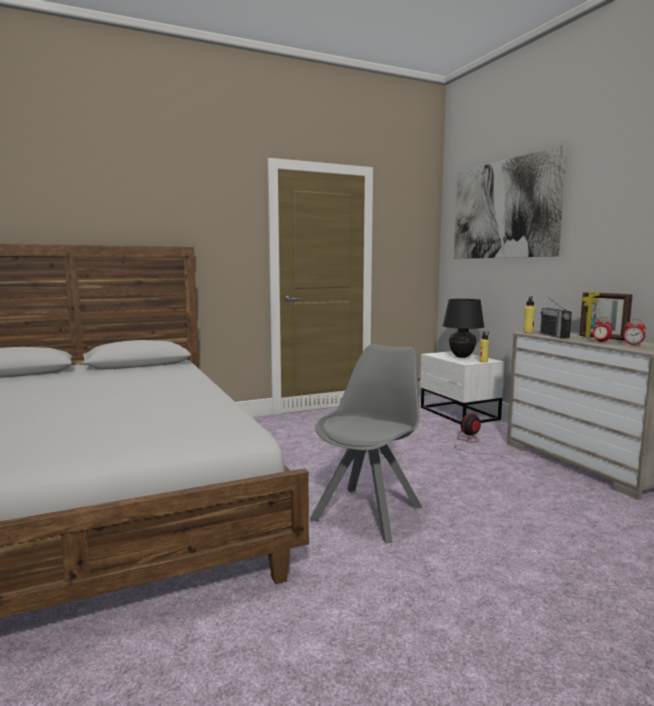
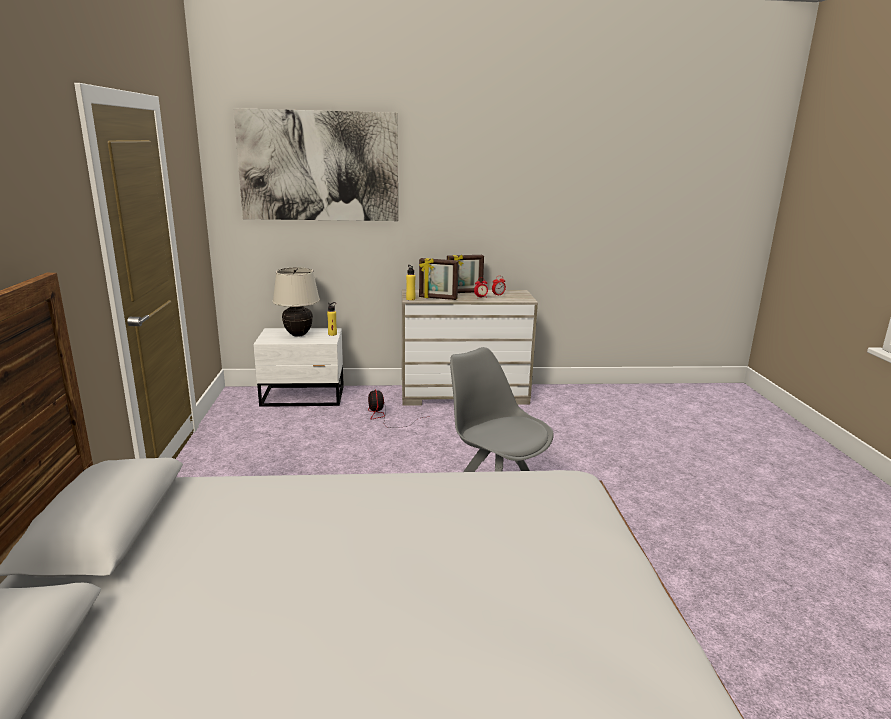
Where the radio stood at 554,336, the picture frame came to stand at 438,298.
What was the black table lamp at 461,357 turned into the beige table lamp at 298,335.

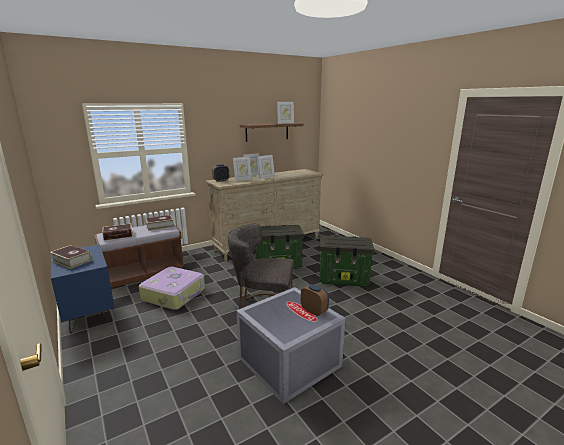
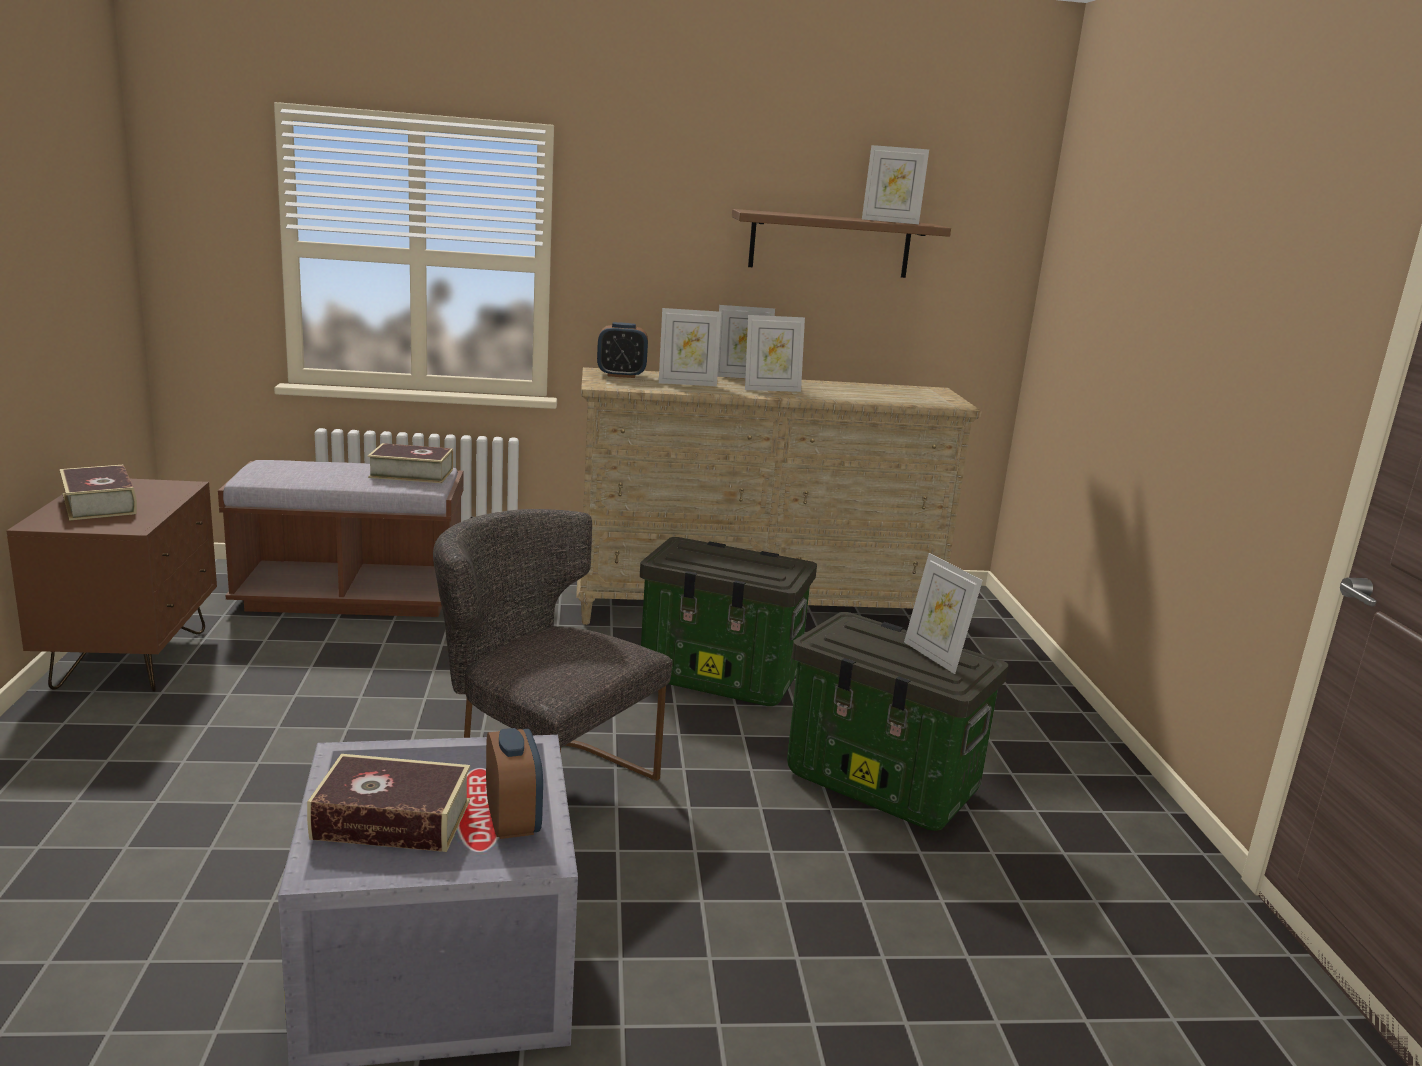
The book ended up elsewhere, having gone from 118,235 to 392,820.
What was the blue nightstand at 89,314 turned into the brown nightstand at 132,659.
The second view lost the suitcase at 174,294.
The second view gained the picture frame at 934,656.

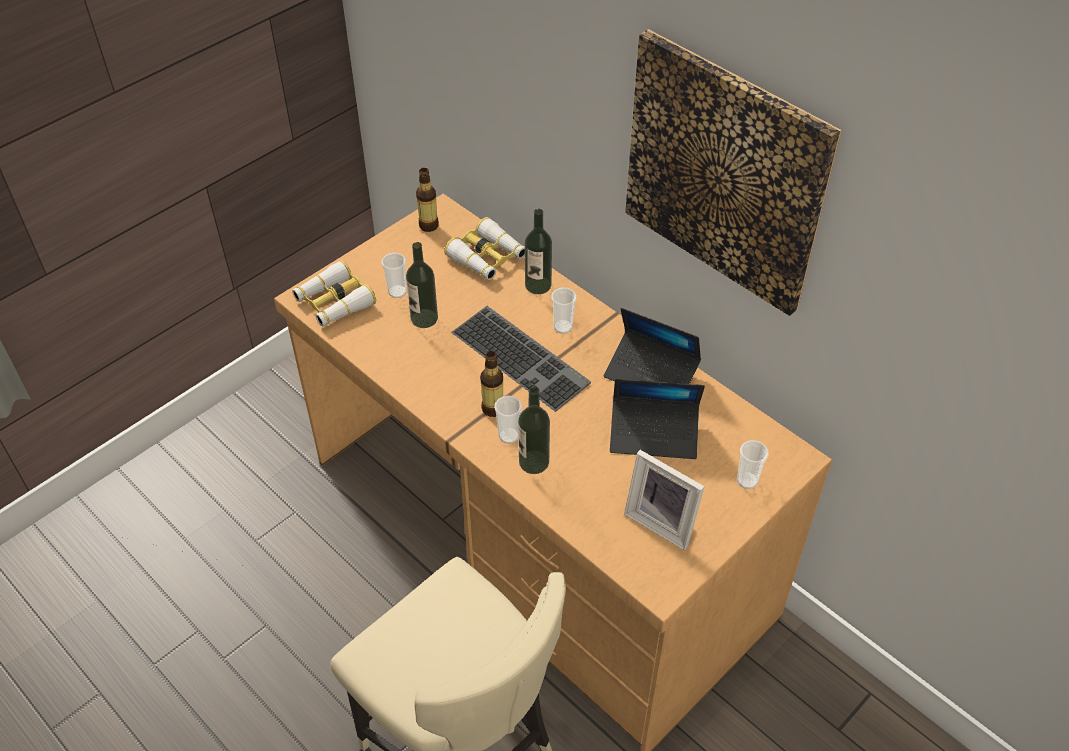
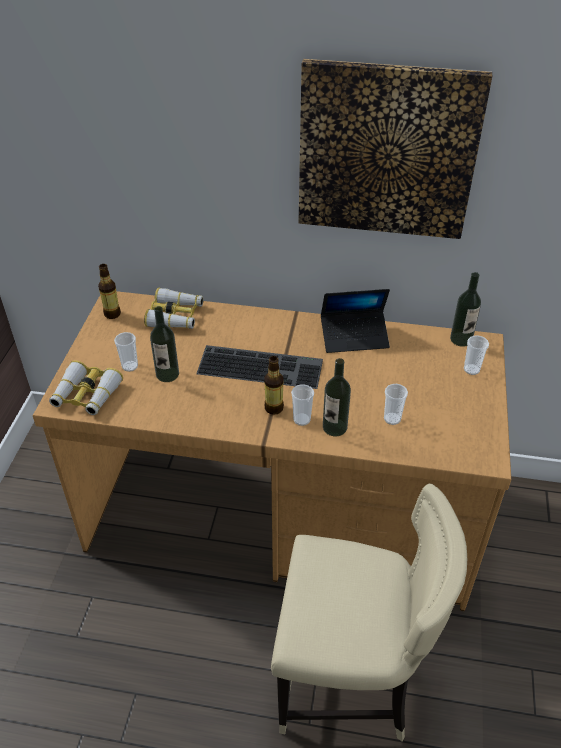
The bottle ended up elsewhere, having gone from 538,285 to 461,339.
The cup ended up elsewhere, having gone from 563,327 to 392,419.
The second view lost the laptop at 654,434.
The second view lost the picture frame at 662,521.

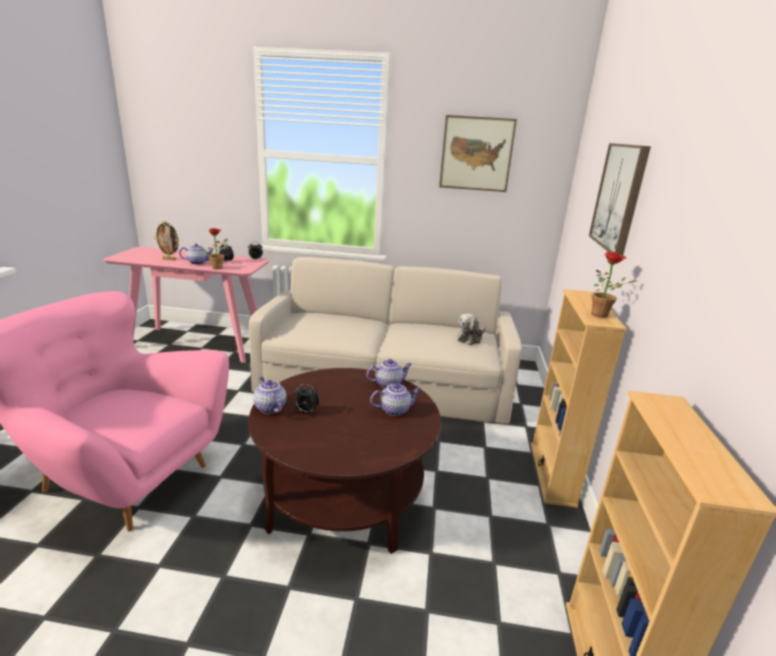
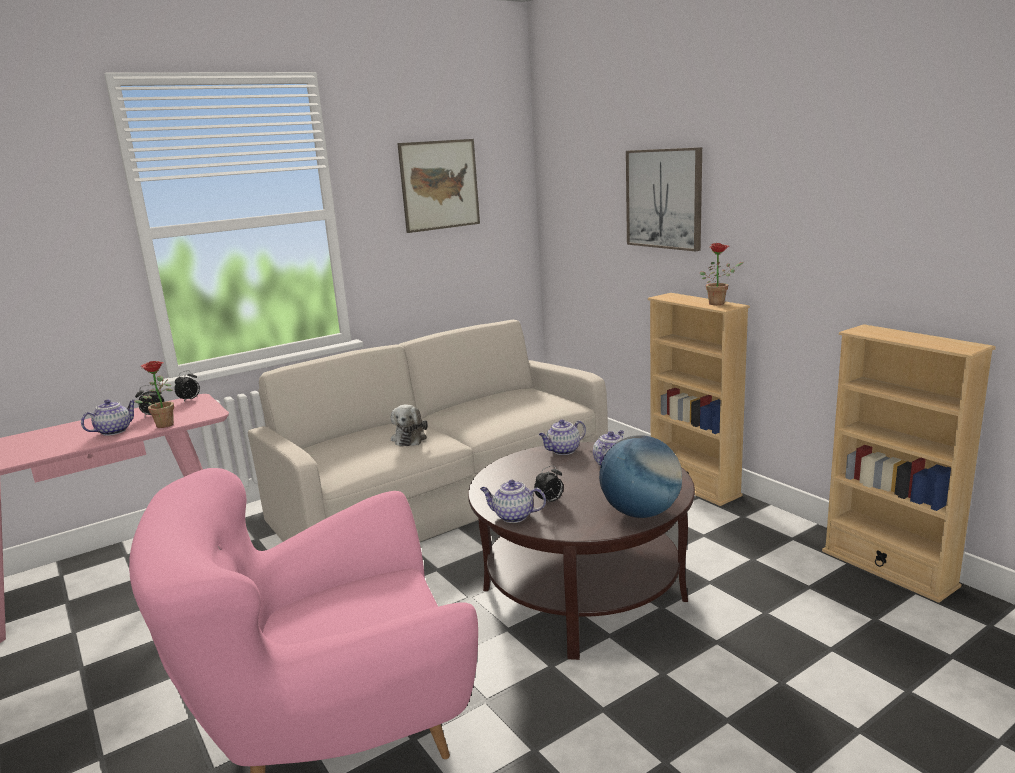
The second view lost the picture frame at 170,259.
The plush toy ended up elsewhere, having gone from 470,338 to 409,438.
The teapot at 389,384 ended up facing another way, 150 degrees counterclockwise from before.
The second view gained the globe at 640,513.

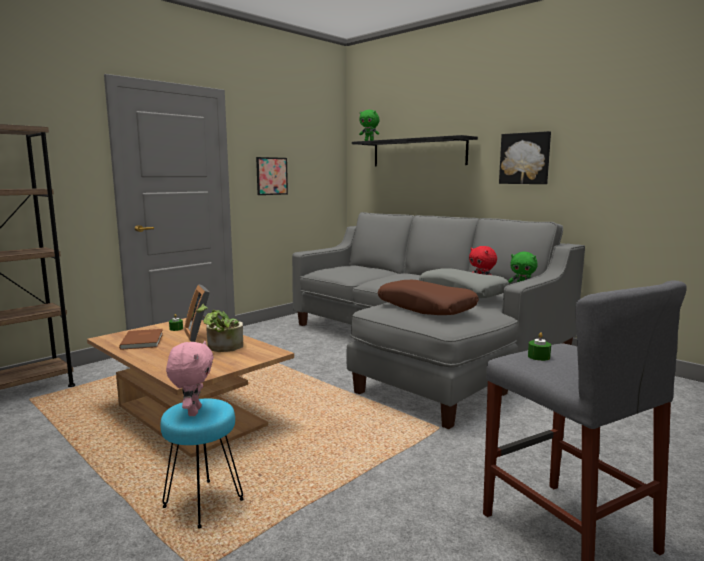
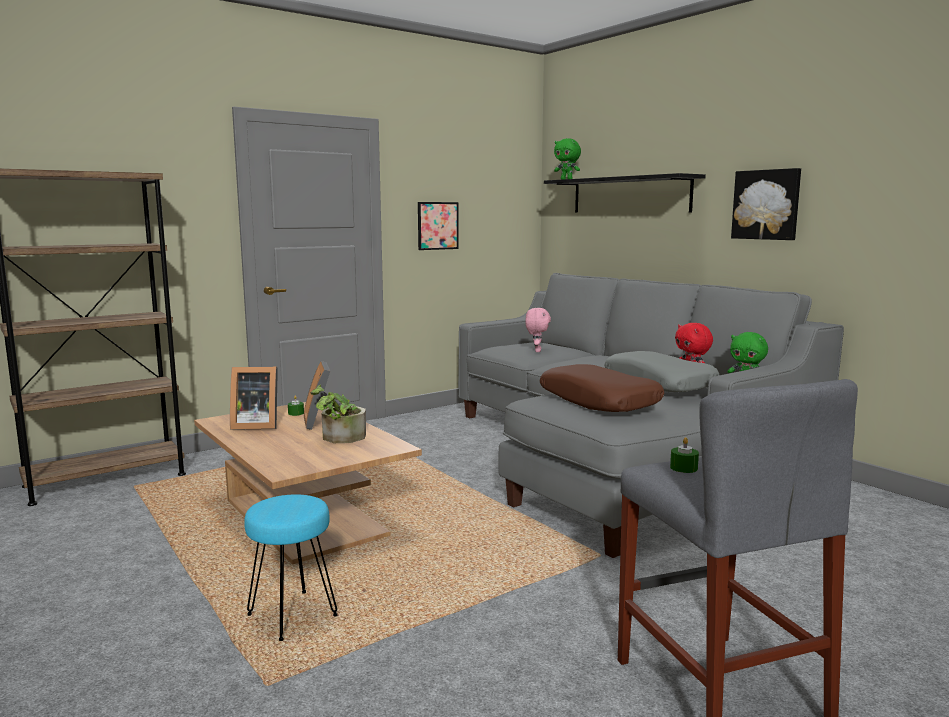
Where the brown book stood at 144,340, the picture frame came to stand at 255,425.
The pink plush toy ended up elsewhere, having gone from 193,411 to 537,351.

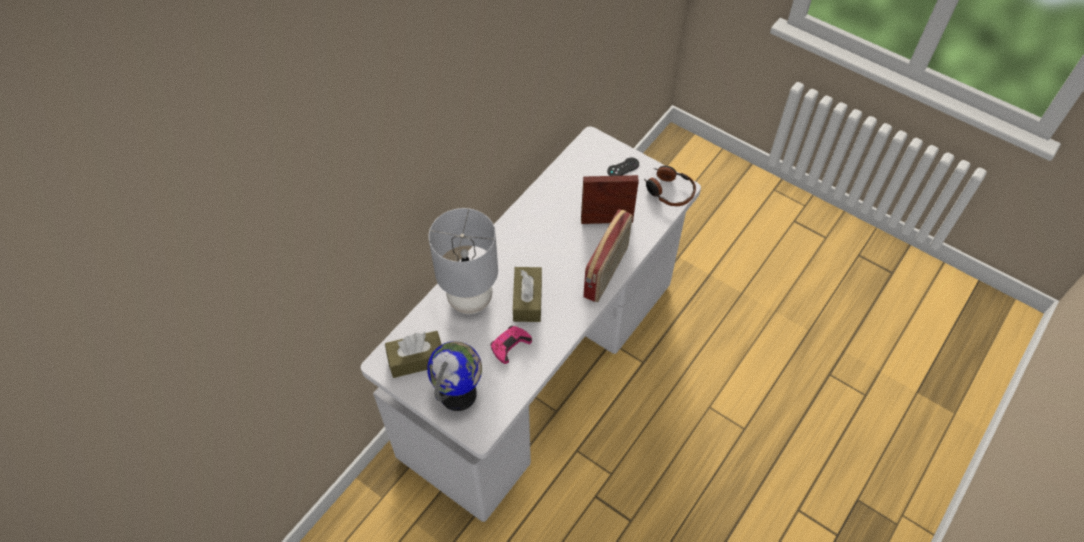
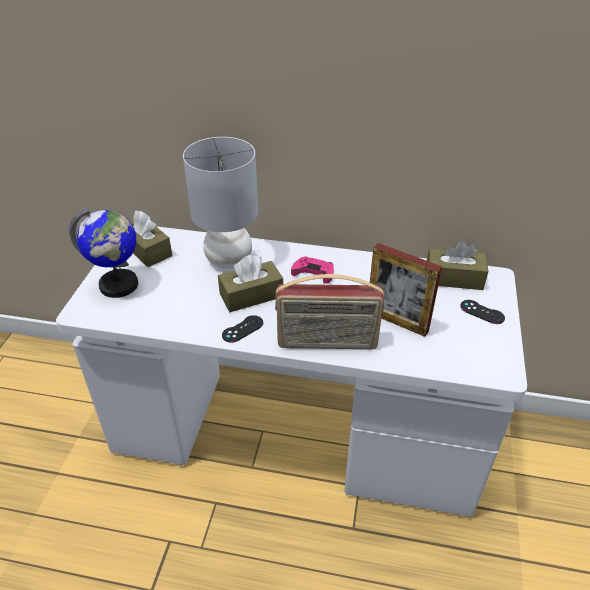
The second view lost the headphones at 669,191.
The picture frame at 606,220 ended up facing another way, 150 degrees clockwise from before.
The pink game controller ended up elsewhere, having gone from 510,345 to 313,272.
The second view gained the brown tissue box at 453,278.
The second view gained the black game controller at 242,329.

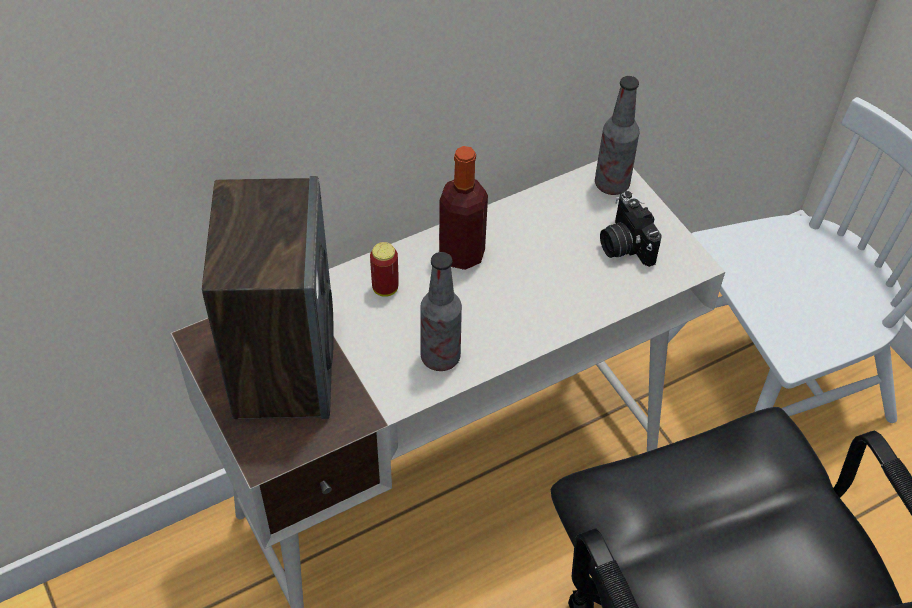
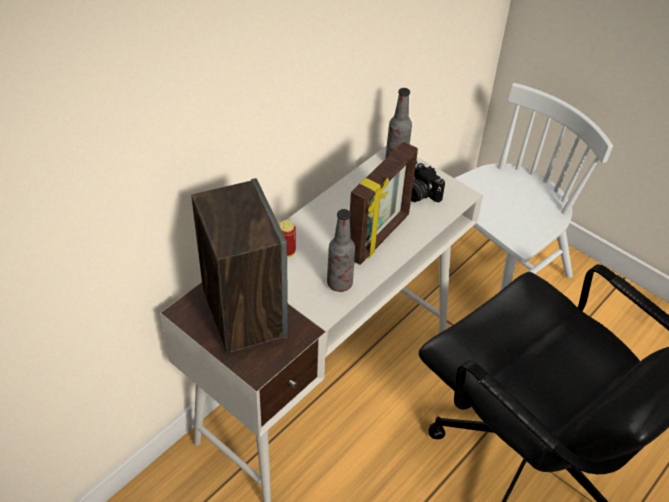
The second view lost the bottle at 462,254.
The second view gained the picture frame at 379,237.

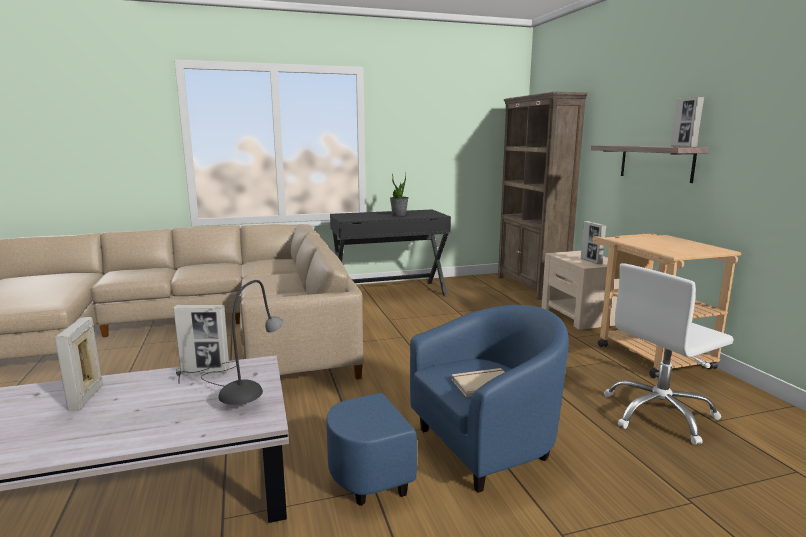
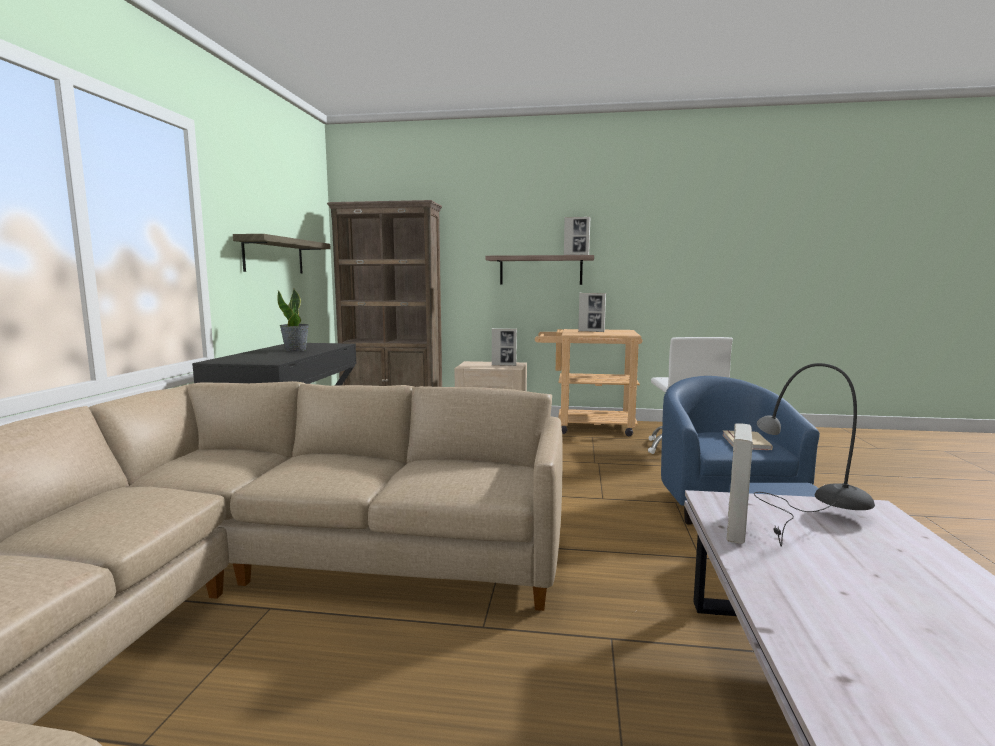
The picture frame ended up elsewhere, having gone from 86,398 to 591,331.
The second view gained the shelf at 274,256.

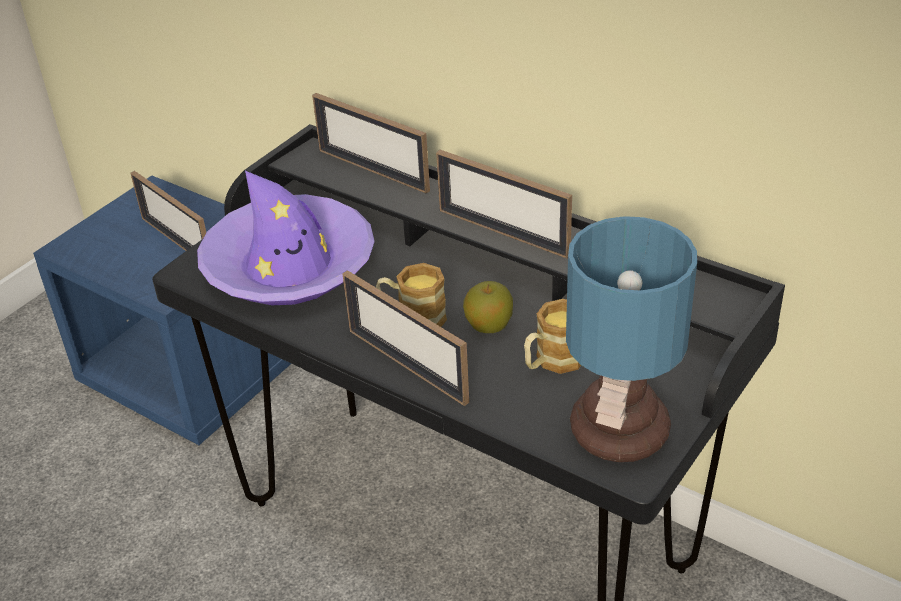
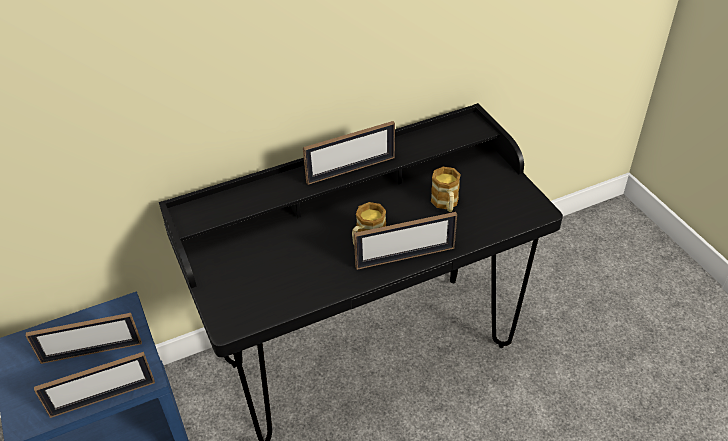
The picture frame ended up elsewhere, having gone from 373,170 to 103,398.
The second view lost the purple hat at 289,265.
The second view lost the table lamp at 618,428.
The second view lost the apple at 489,326.

